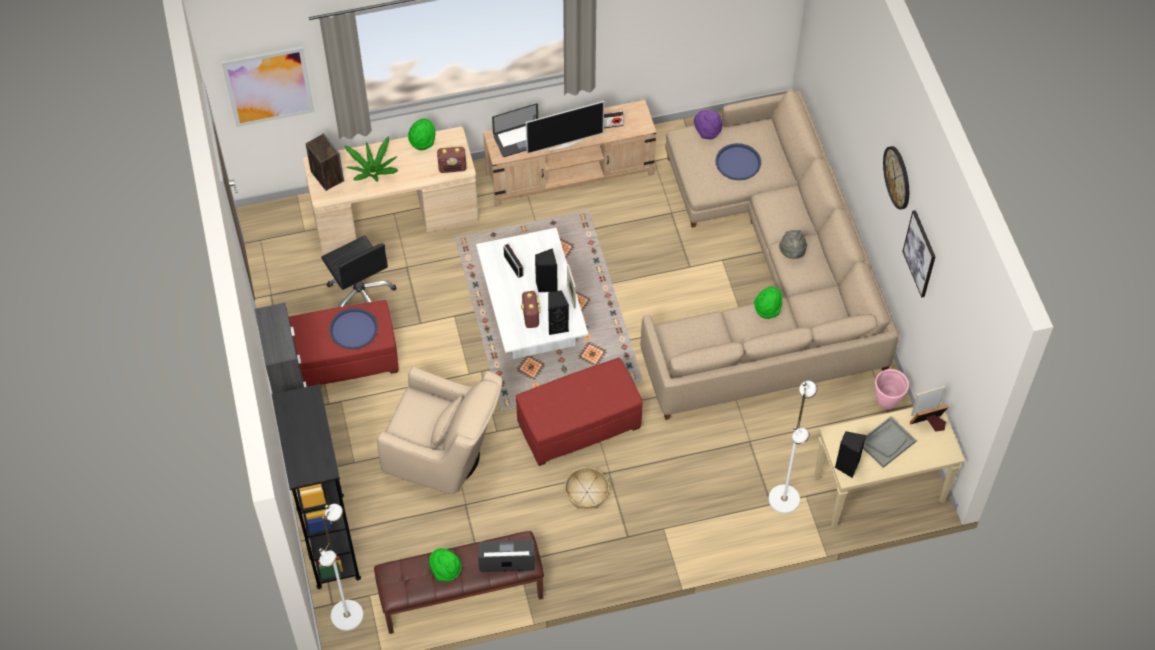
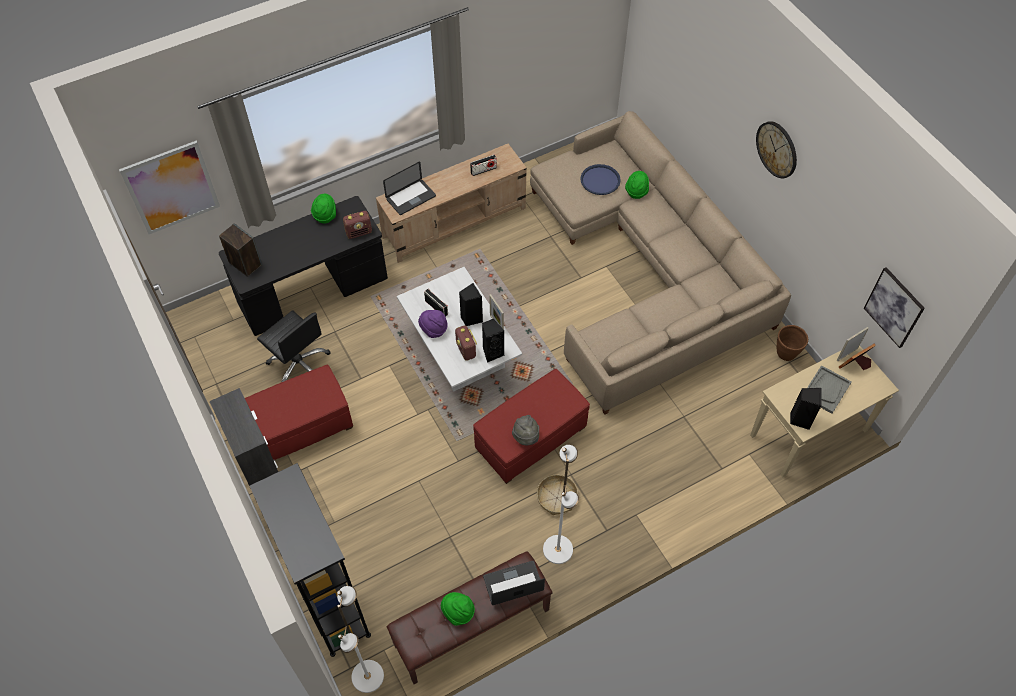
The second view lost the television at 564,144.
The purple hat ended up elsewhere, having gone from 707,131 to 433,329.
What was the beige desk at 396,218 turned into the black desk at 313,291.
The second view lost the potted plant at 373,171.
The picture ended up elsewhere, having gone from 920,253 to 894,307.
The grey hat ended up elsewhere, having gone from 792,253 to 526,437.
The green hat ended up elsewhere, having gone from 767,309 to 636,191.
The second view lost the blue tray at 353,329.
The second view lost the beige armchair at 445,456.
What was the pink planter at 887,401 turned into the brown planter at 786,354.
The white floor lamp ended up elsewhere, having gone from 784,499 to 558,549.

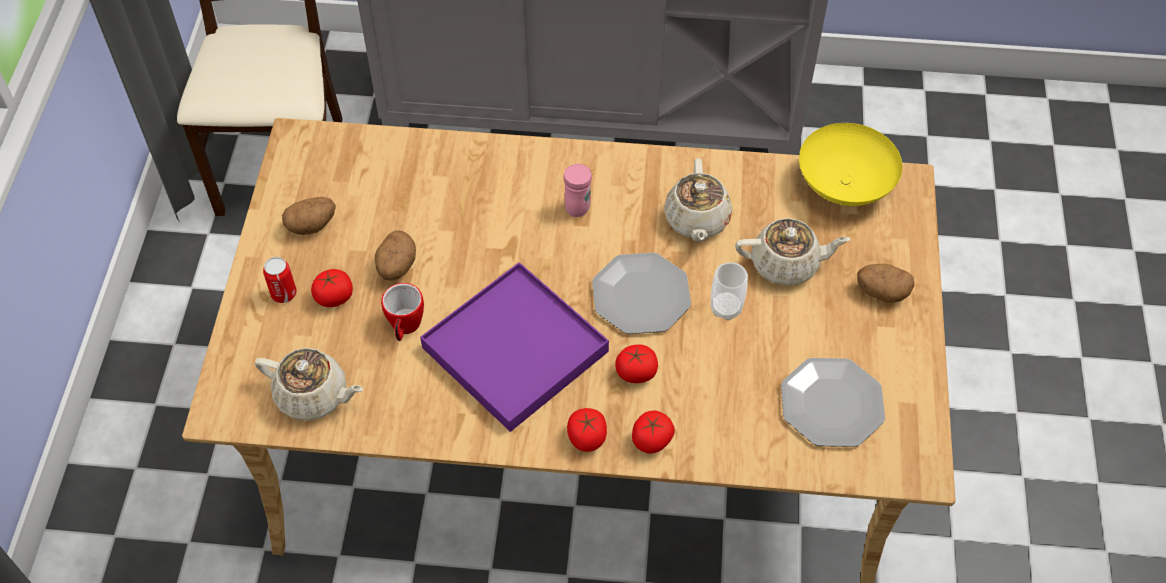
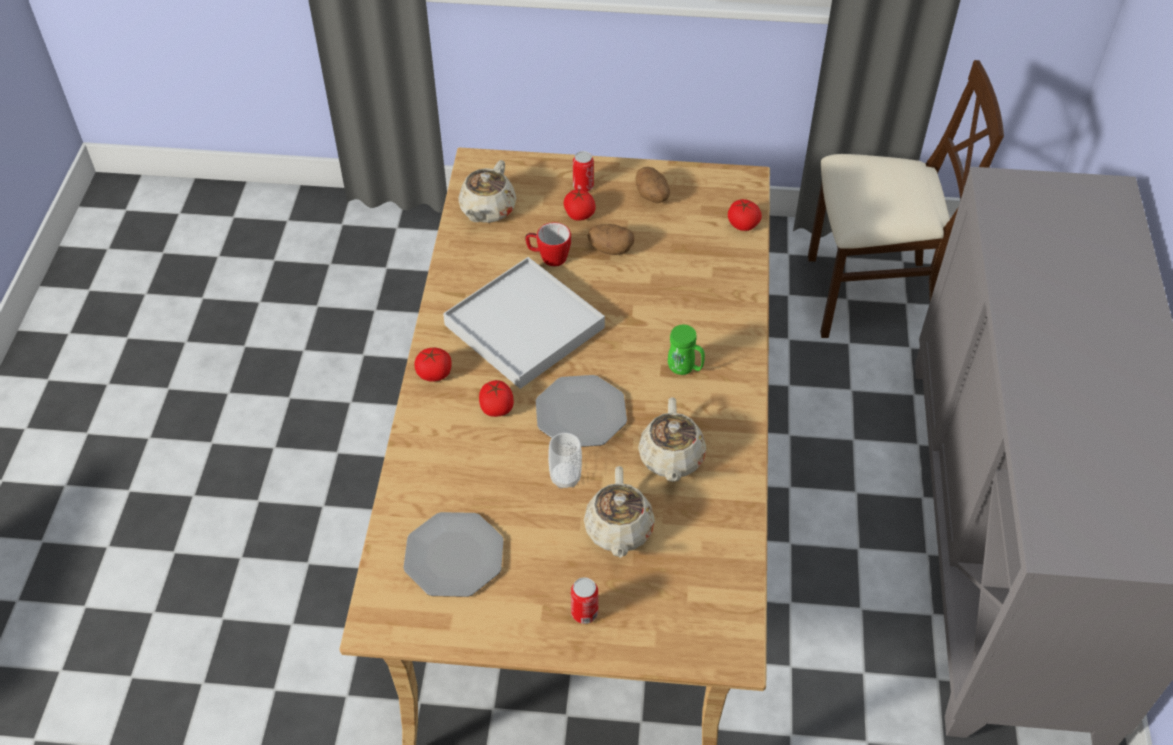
The second view lost the yellow bowl at 845,185.
The beige teapot at 696,220 ended up facing another way, 90 degrees counterclockwise from before.
What was the pink mug at 580,204 turned into the green mug at 685,369.
What was the purple tray at 514,349 turned into the white tray at 524,326.
Where the potato stood at 881,292, the can came to stand at 584,613.
The tomato ended up elsewhere, having gone from 651,440 to 742,225.

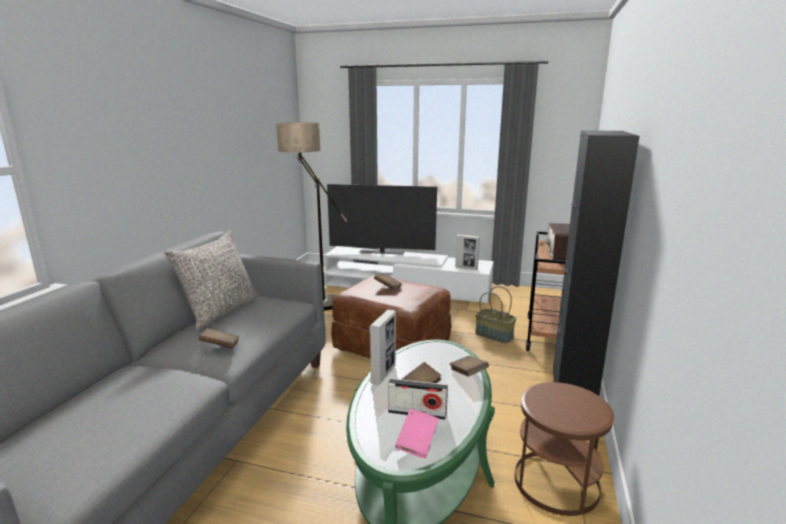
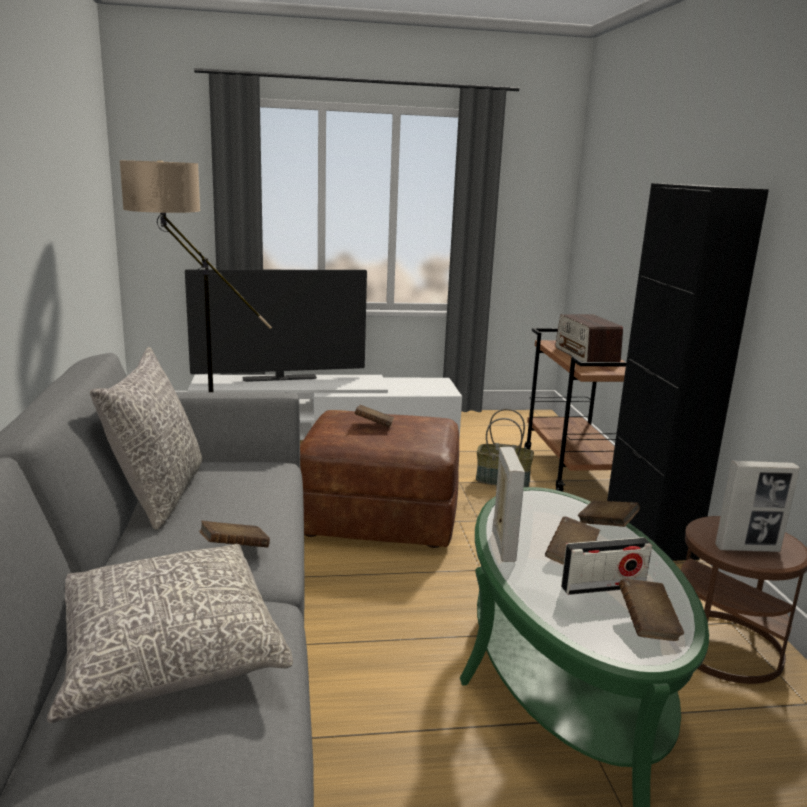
The picture frame ended up elsewhere, having gone from 466,268 to 747,548.
What was the pink book at 417,443 turned into the brown book at 647,624.
The second view gained the grey pillow at 165,649.

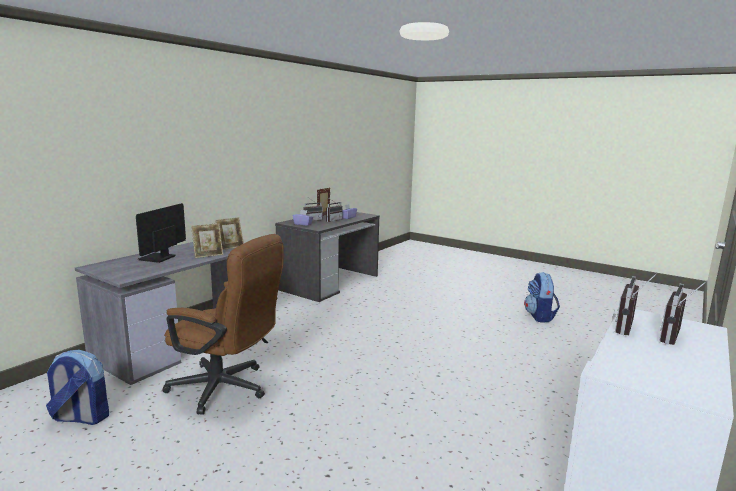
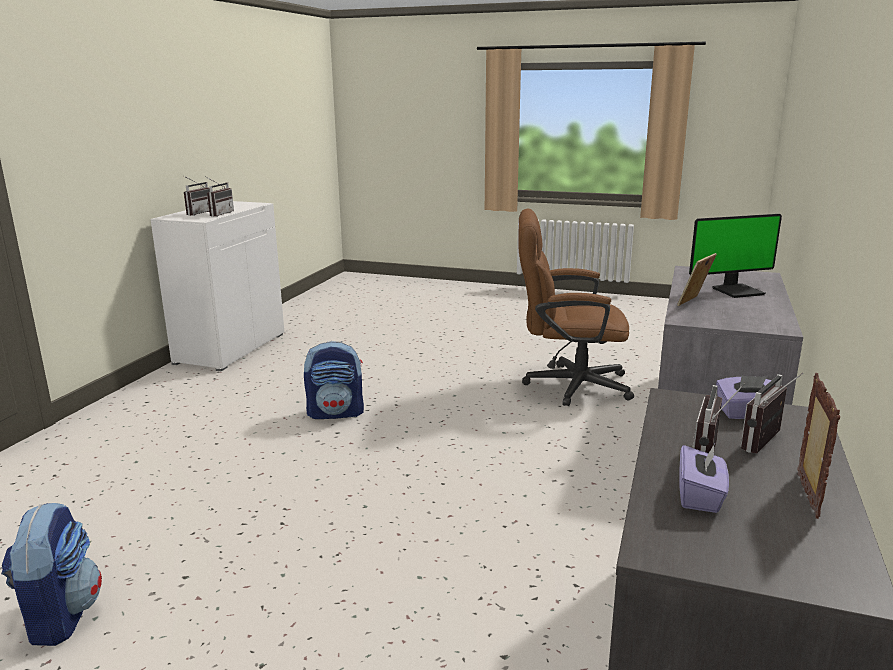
The monitor at 158,258 ended up facing another way, 75 degrees clockwise from before.
The second view lost the picture frame at 230,247.
The backpack ended up elsewhere, having gone from 81,417 to 336,413.

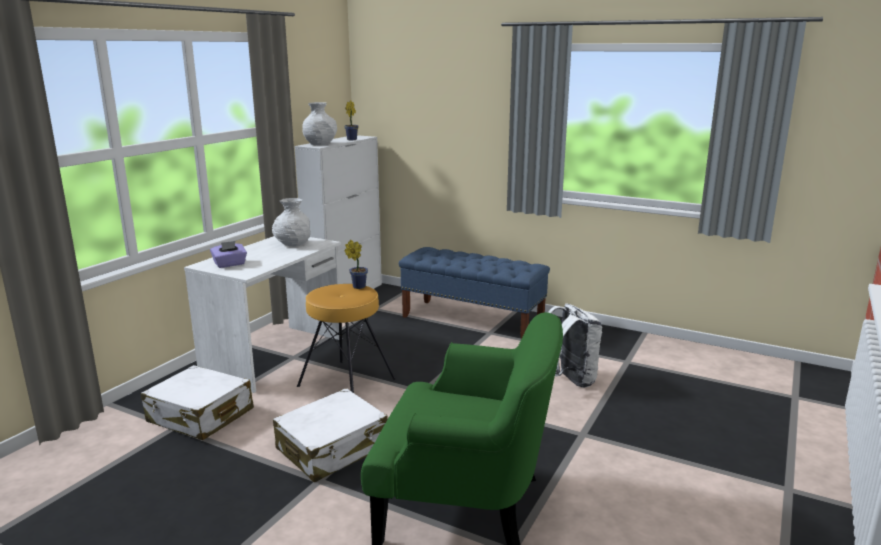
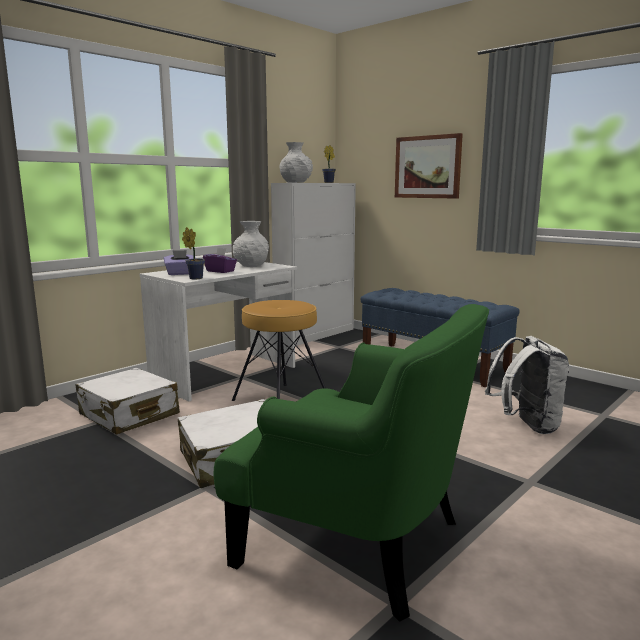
The potted plant ended up elsewhere, having gone from 357,286 to 194,278.
The second view gained the picture at 427,167.
The second view gained the purple tissue box at 220,271.

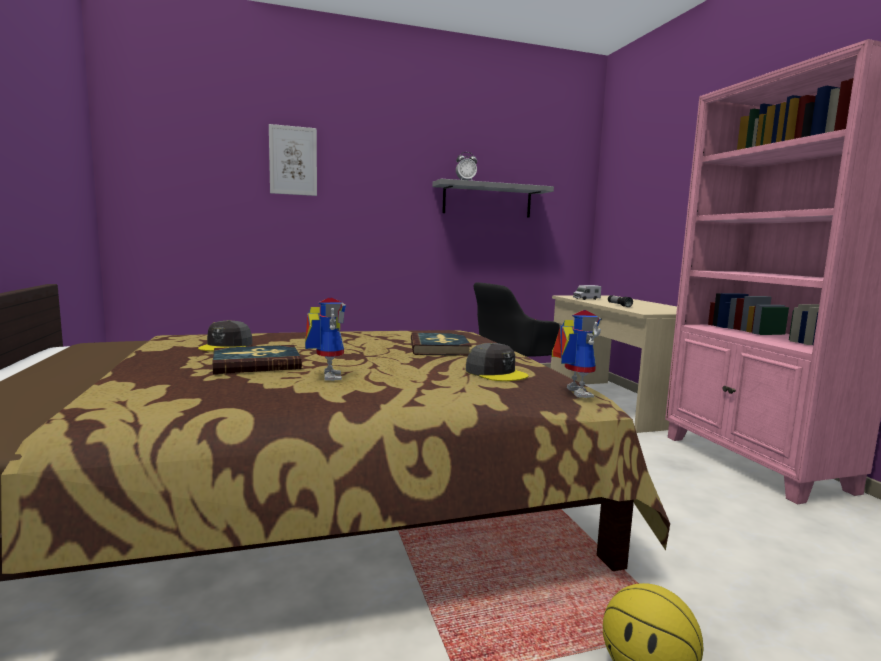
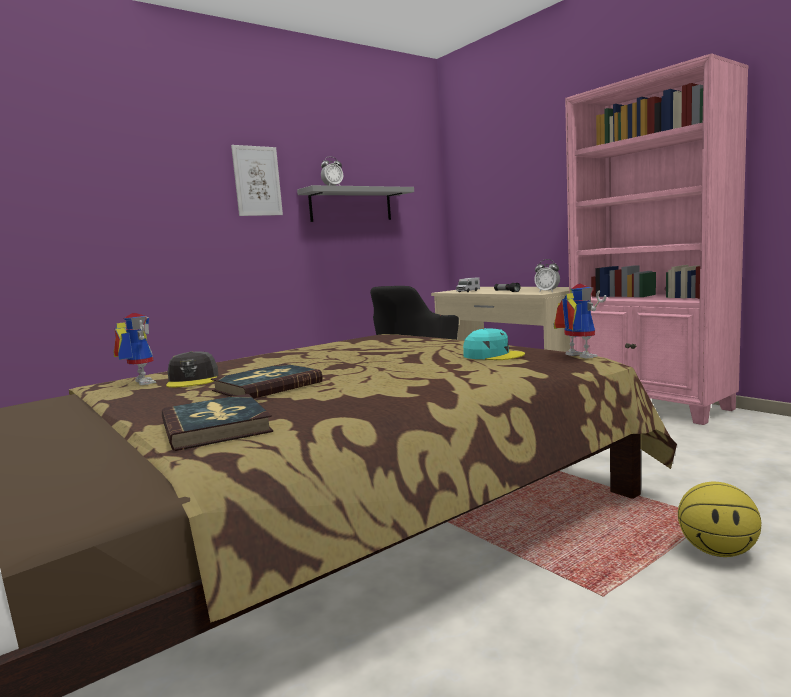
The picture ended up elsewhere, having gone from 293,160 to 257,181.
The toy robot ended up elsewhere, having gone from 326,376 to 139,383.
The book ended up elsewhere, having gone from 440,348 to 216,427.
What was the grey cap at 496,373 turned into the turquoise cap at 493,355.
The second view gained the alarm clock at 547,291.

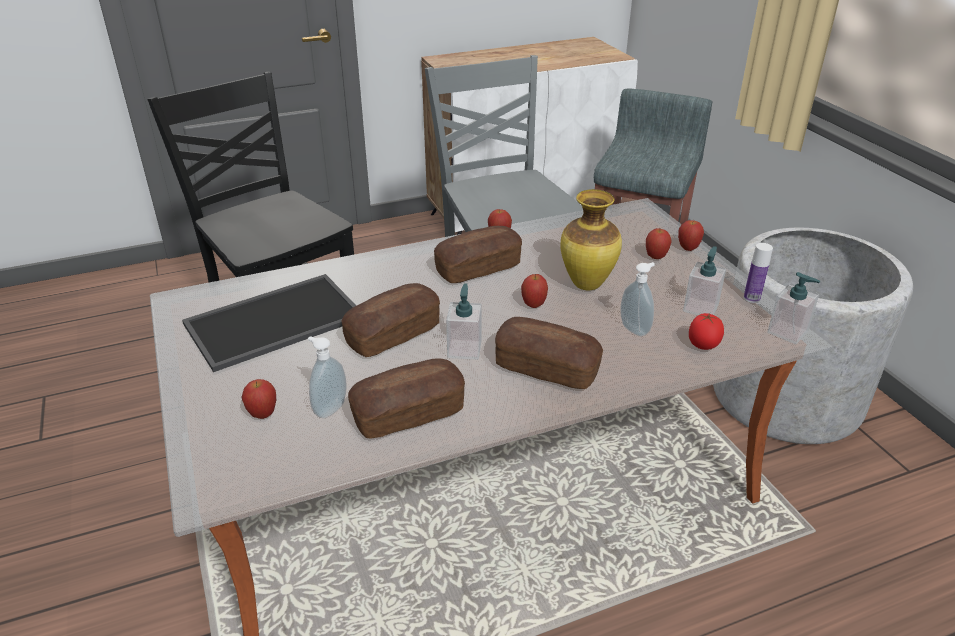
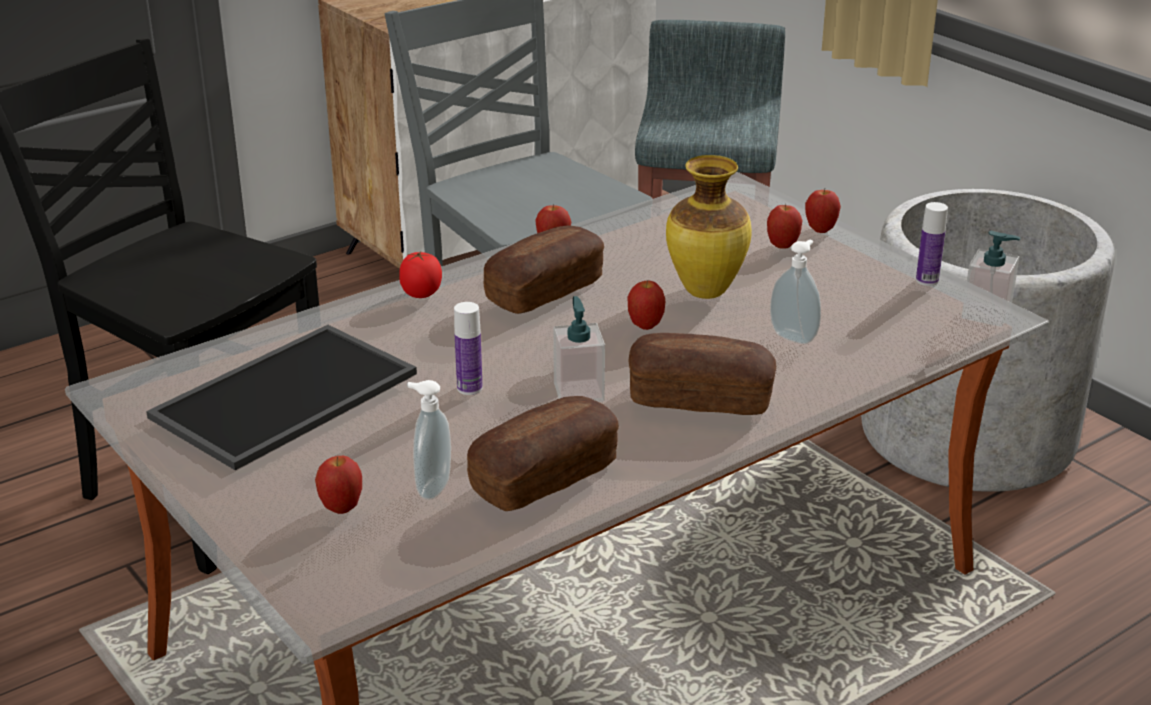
The second view lost the soap dispenser at 700,308.
Where the bread stood at 393,334, the bottle came to stand at 469,388.
The tomato ended up elsewhere, having gone from 703,346 to 421,295.

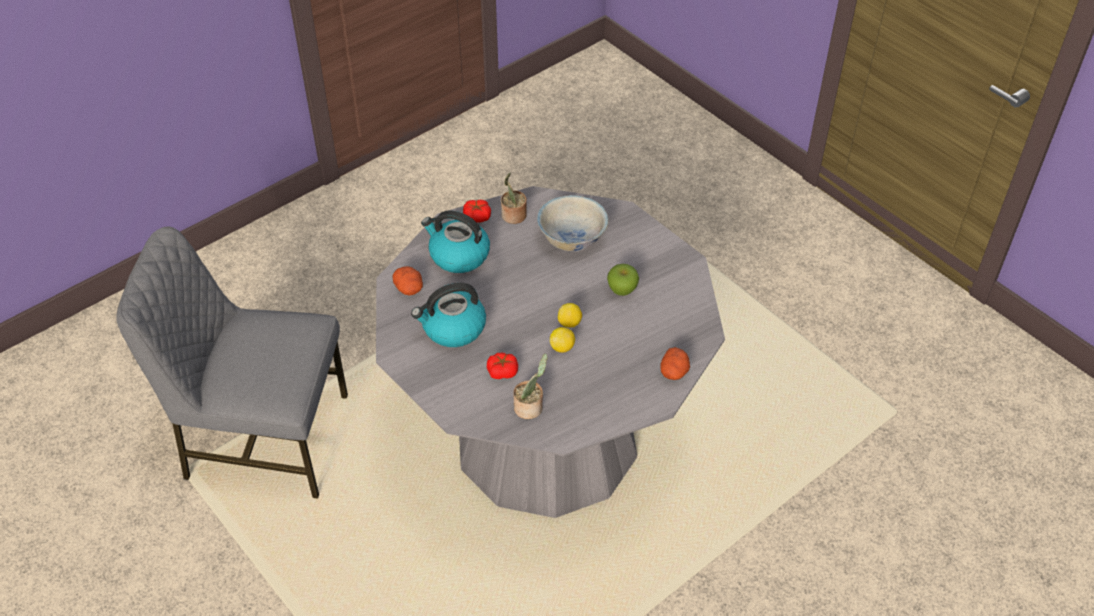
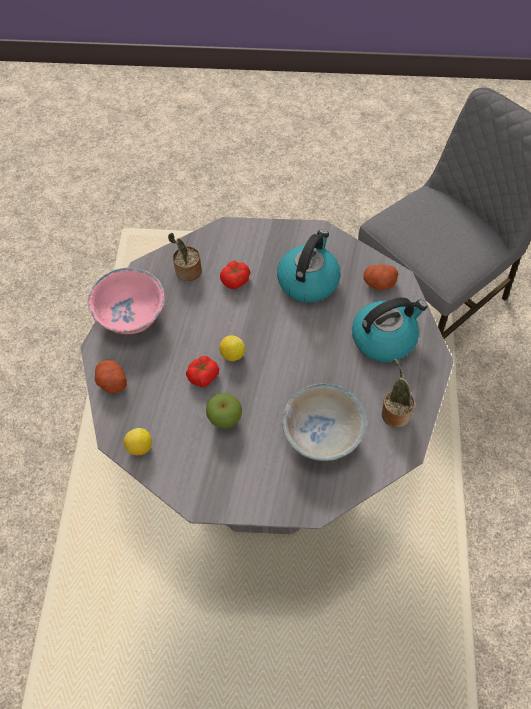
The tomato ended up elsewhere, having gone from 477,217 to 203,376.
The lemon ended up elsewhere, having gone from 562,347 to 139,447.
The second view gained the pink bowl at 130,315.

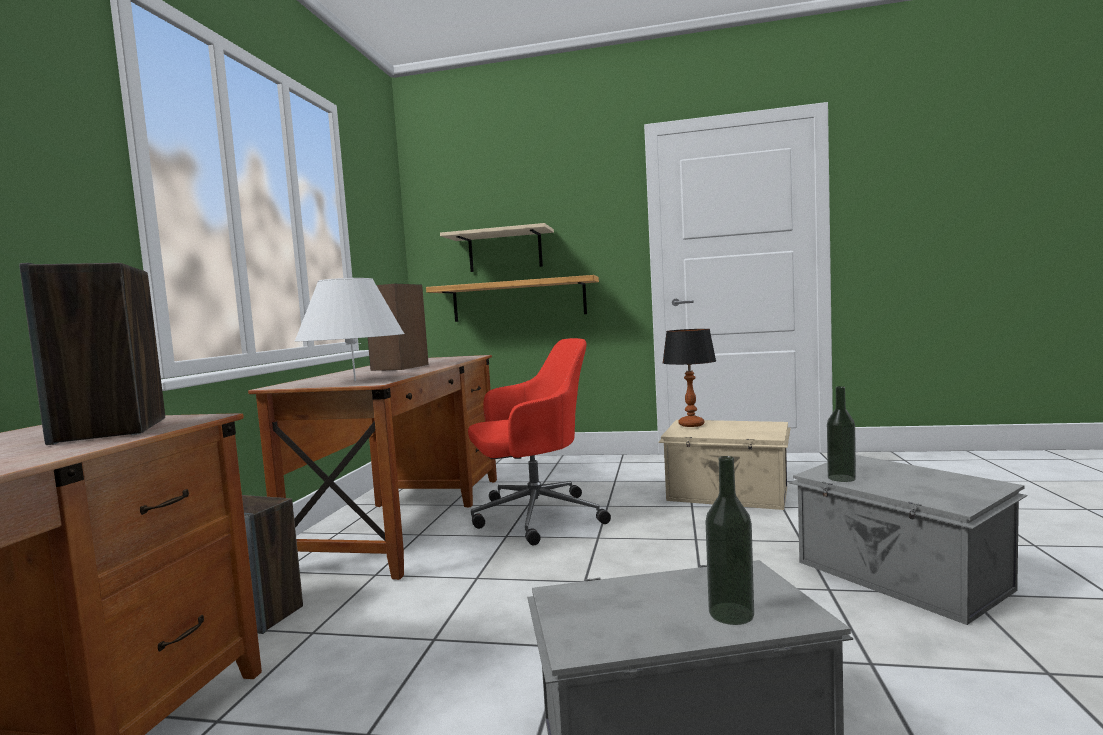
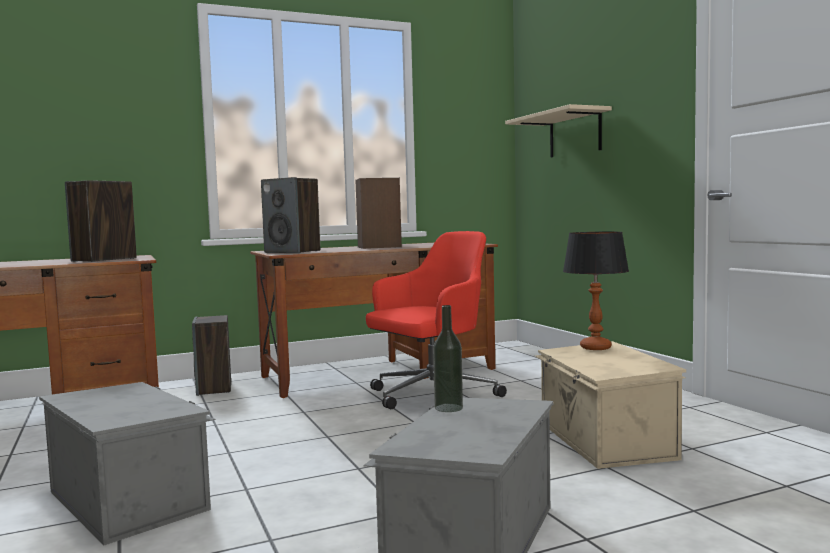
The second view lost the shelf at 518,300.
Where the white table lamp stood at 355,380, the speaker came to stand at 293,252.
The red office chair at 534,517 ended up facing another way, 75 degrees counterclockwise from before.
The second view lost the bottle at 731,613.

